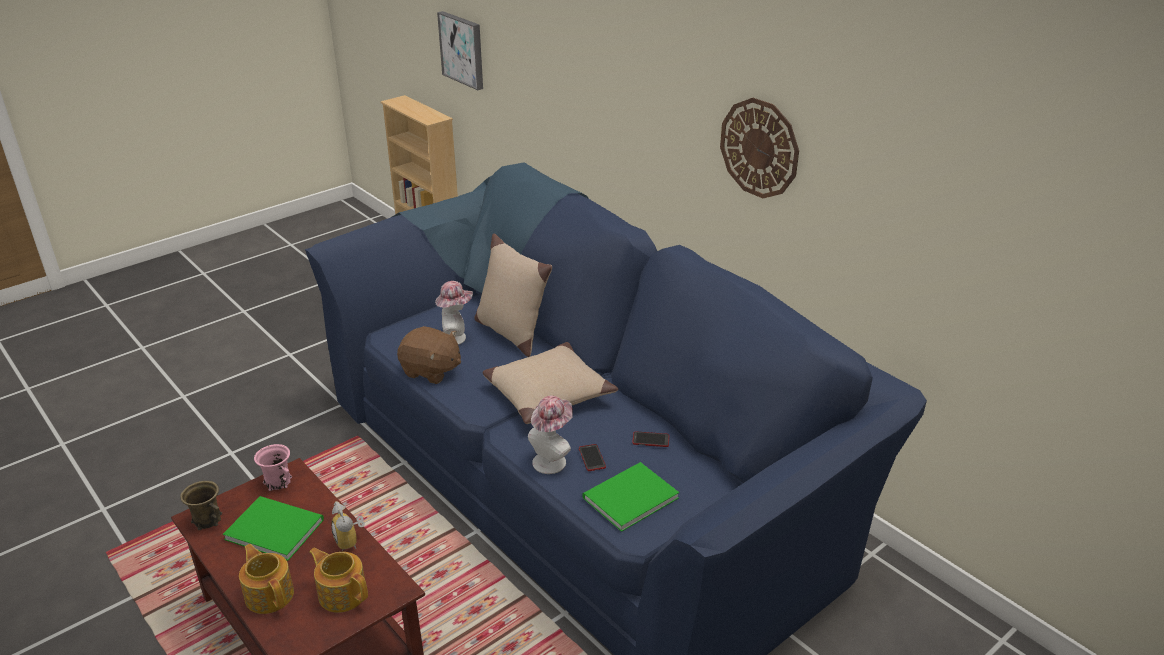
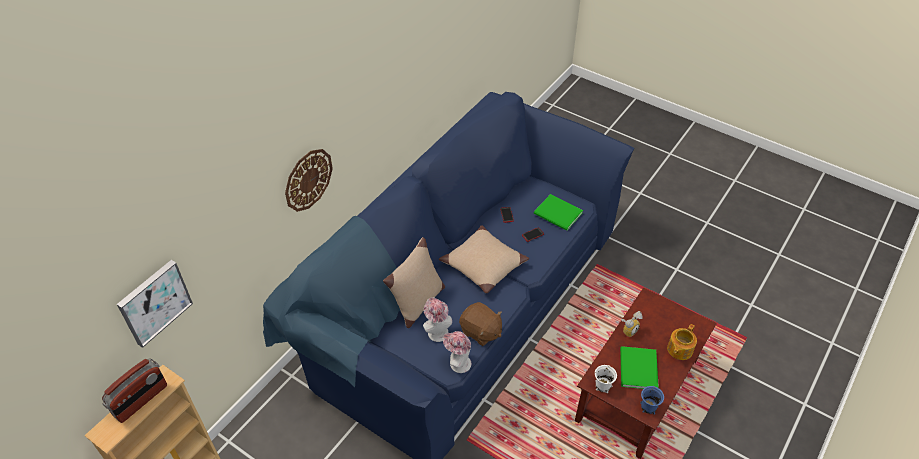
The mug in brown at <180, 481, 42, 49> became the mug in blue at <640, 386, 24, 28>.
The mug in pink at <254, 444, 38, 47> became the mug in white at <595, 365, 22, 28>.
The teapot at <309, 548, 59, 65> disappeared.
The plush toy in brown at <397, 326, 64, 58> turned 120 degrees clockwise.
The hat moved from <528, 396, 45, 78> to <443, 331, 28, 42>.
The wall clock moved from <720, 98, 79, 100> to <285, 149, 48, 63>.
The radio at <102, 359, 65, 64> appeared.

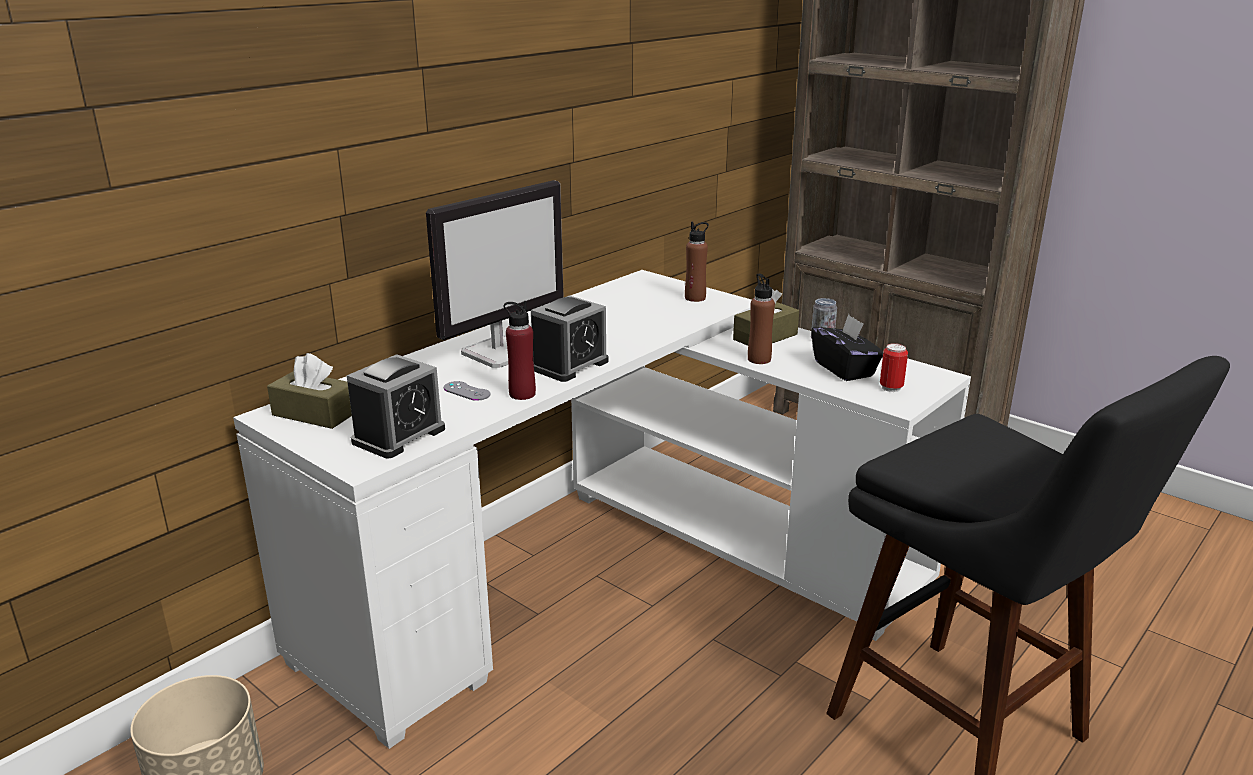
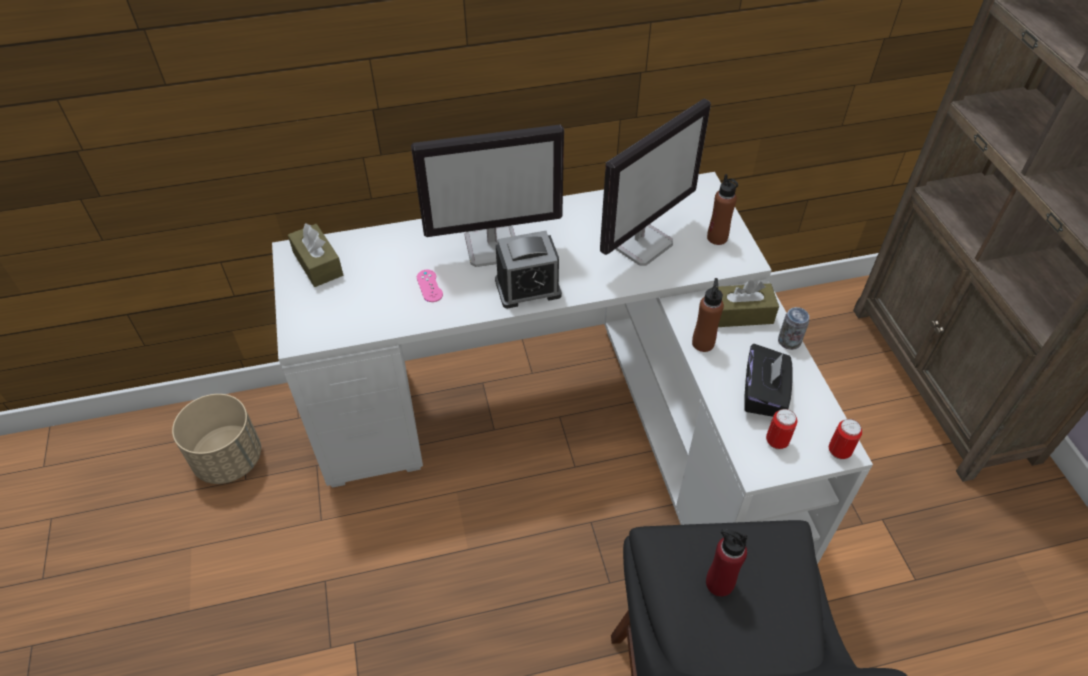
The alarm clock at <347, 354, 98, 104> disappeared.
The game controller in grey at <444, 381, 46, 20> became the game controller in pink at <417, 270, 26, 32>.
The bottle in red moved from <504, 301, 32, 99> to <706, 529, 42, 68>.
The monitor at <600, 98, 111, 168> appeared.
The can at <829, 419, 33, 41> appeared.

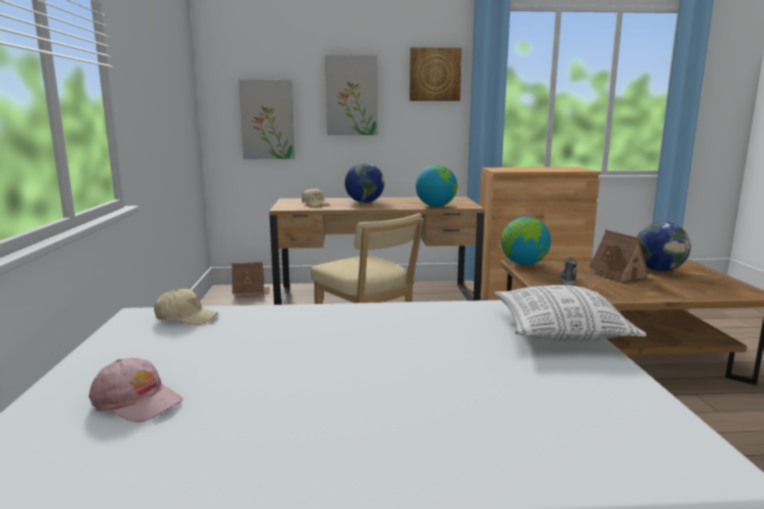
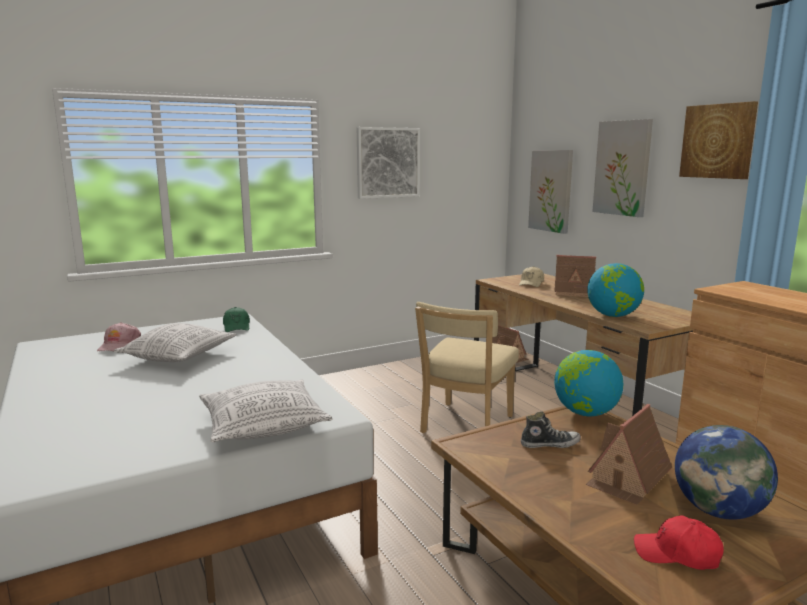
The cap in beige at <154, 289, 64, 36> became the cap in green at <223, 307, 27, 25>.
The globe at <345, 163, 40, 40> was replaced by the toy house at <554, 255, 42, 42>.
The pillow at <114, 323, 122, 39> appeared.
The picture at <357, 127, 63, 72> appeared.
The cap in red at <634, 515, 90, 55> appeared.

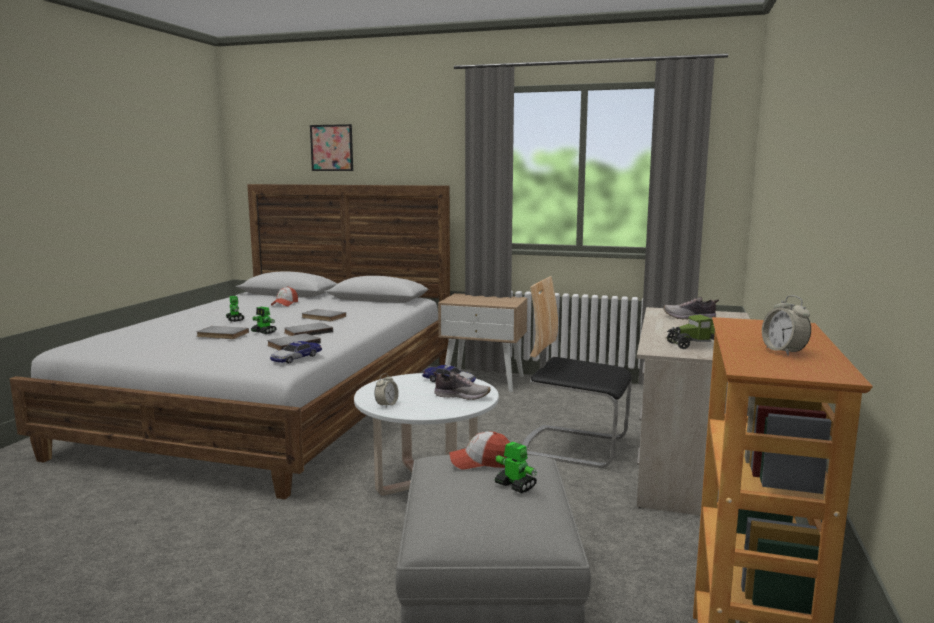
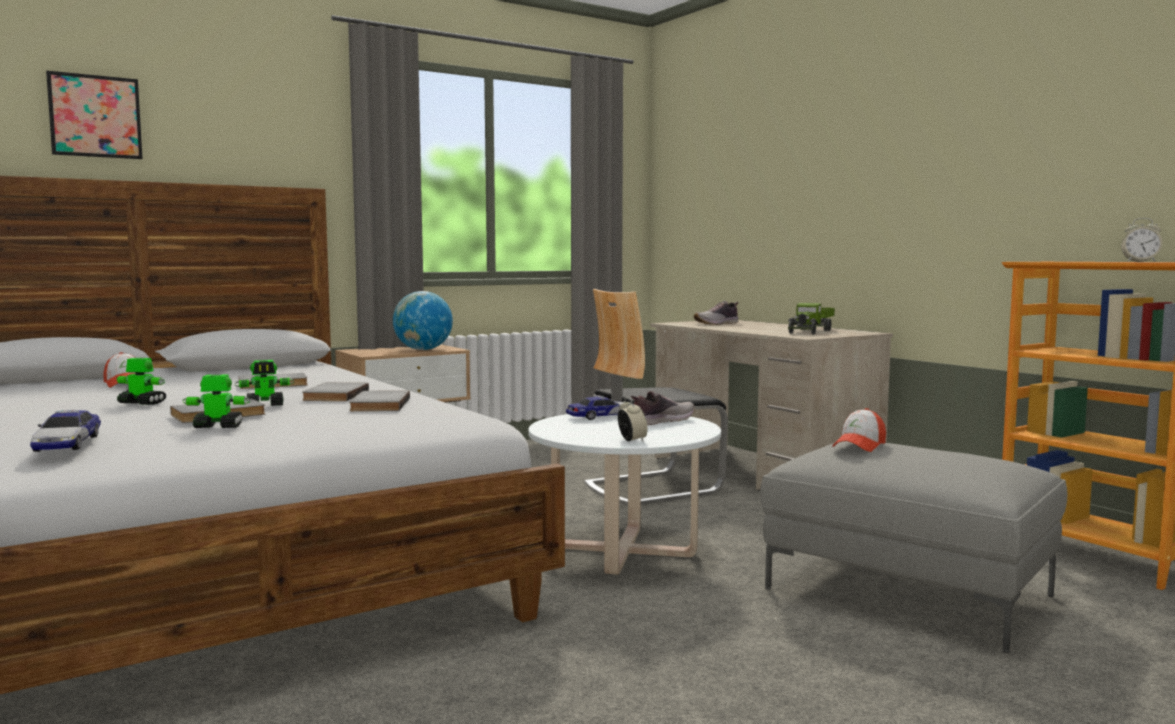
The toy car moved from <270, 341, 52, 23> to <30, 410, 71, 42>.
The toy robot moved from <495, 442, 42, 51> to <182, 374, 69, 54>.
The globe at <393, 291, 60, 59> appeared.

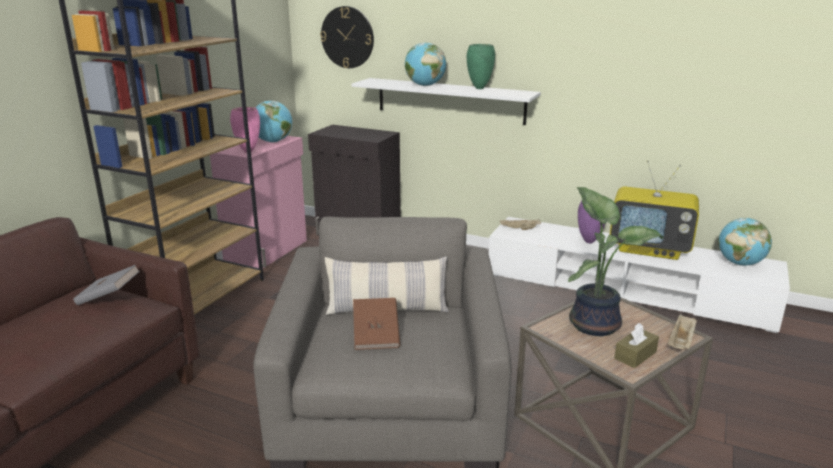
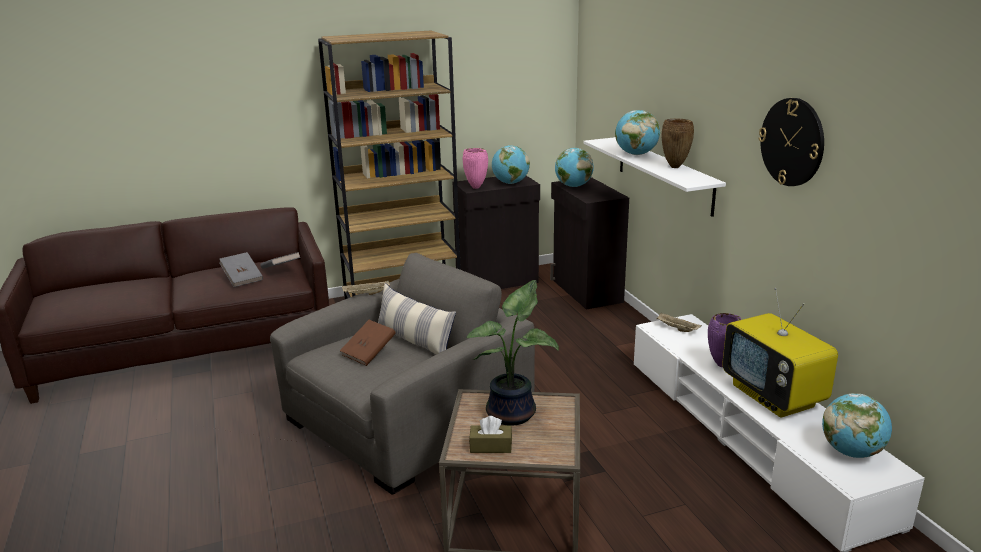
The cabinet in pink at <210, 136, 97, 132> became the cabinet in black at <452, 176, 88, 113>.
The wall clock moved from <320, 6, 54, 62> to <759, 98, 65, 88>.
The vase in green at <466, 44, 29, 45> became the vase in brown at <662, 119, 32, 49>.
The tray in beige moved from <668, 314, 29, 35> to <342, 280, 48, 15>.
The book in grey at <219, 252, 44, 35> appeared.
The globe at <555, 148, 39, 39> appeared.

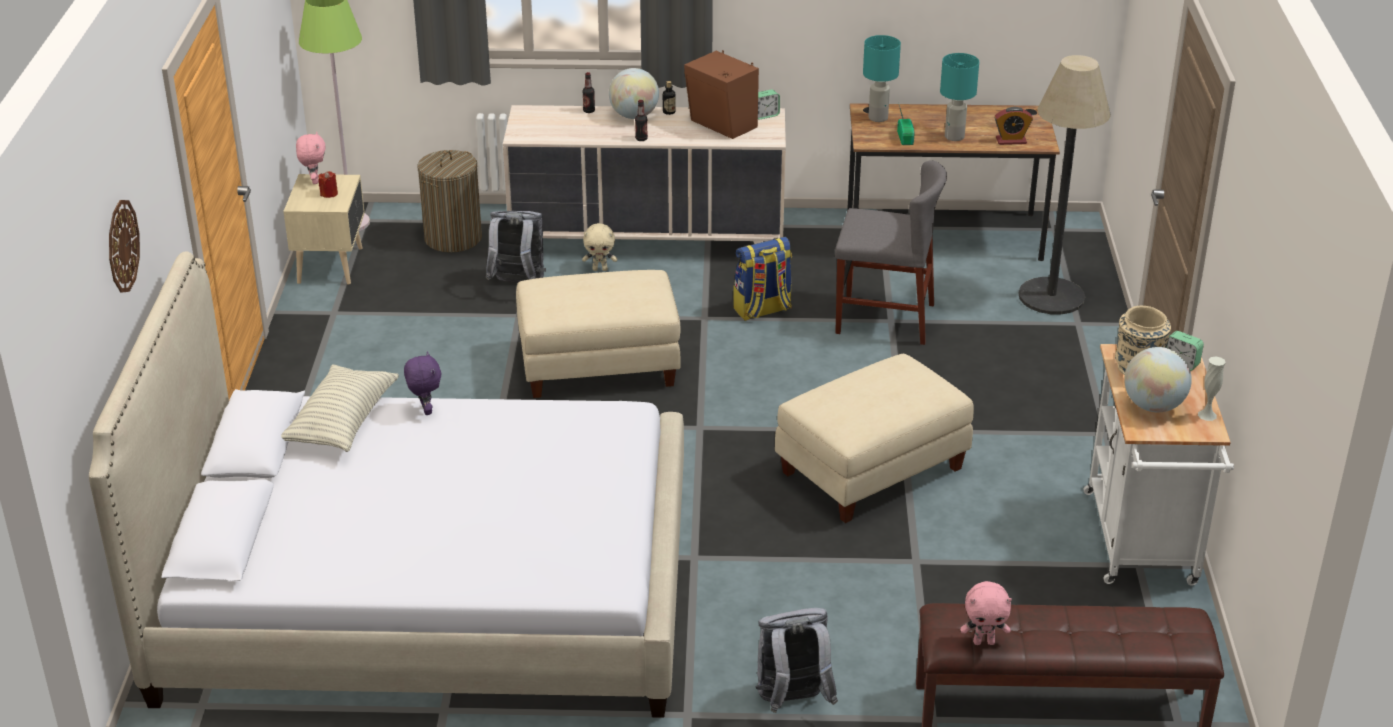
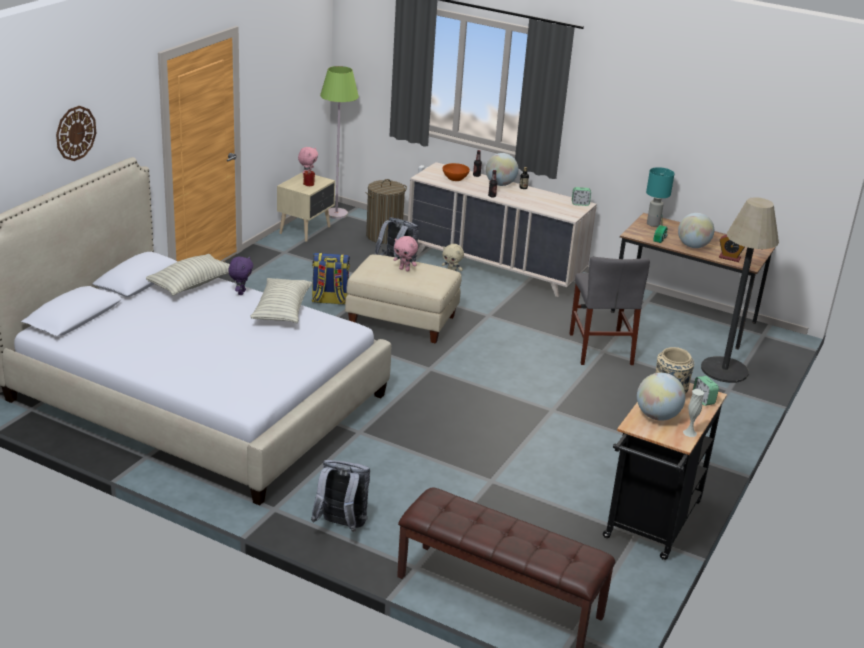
The speaker in brown at <684, 50, 75, 89> disappeared.
The backpack moved from <733, 237, 59, 84> to <312, 253, 38, 51>.
The ottoman in beige at <775, 354, 199, 169> disappeared.
The chair in grey at <835, 160, 112, 185> turned 45 degrees clockwise.
The table lamp in turquoise at <940, 53, 39, 88> was replaced by the globe at <678, 213, 36, 35>.
The plush toy in pink moved from <960, 581, 52, 64> to <394, 236, 24, 35>.
The cart in white at <1083, 344, 151, 241> became the cart in black at <603, 383, 124, 177>.
The pillow at <250, 278, 62, 45> appeared.
The bowl in orange at <443, 163, 27, 18> appeared.

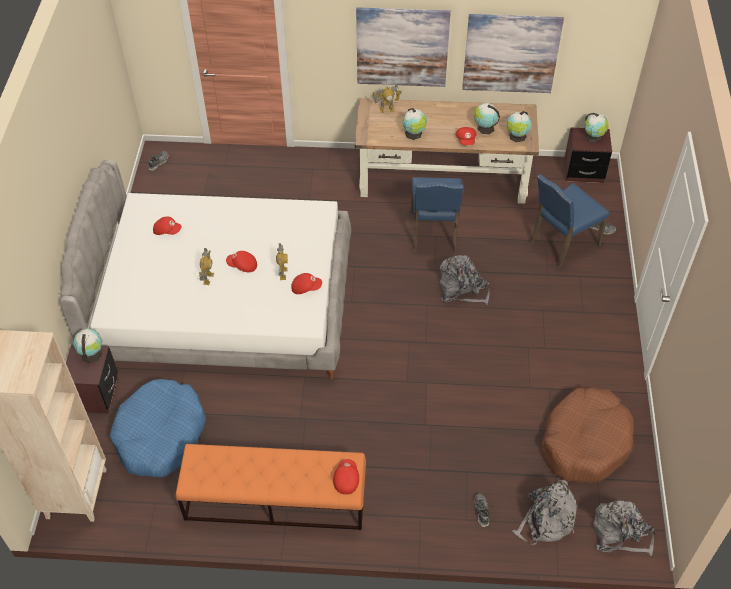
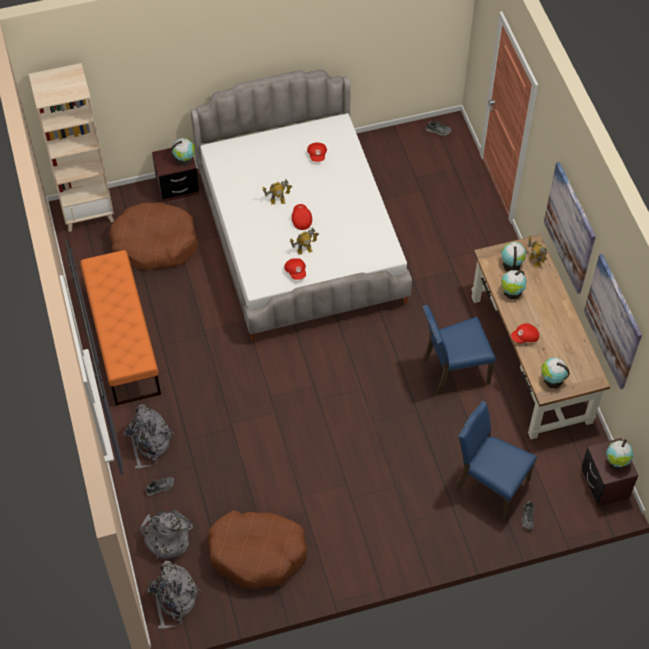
The dog bed in blue at <110, 379, 96, 98> became the dog bed in brown at <109, 202, 89, 68>.
The cap in red at <333, 459, 26, 36> disappeared.
The backpack in grey moved from <440, 255, 50, 50> to <124, 404, 50, 65>.
The globe moved from <474, 103, 26, 31> to <502, 242, 24, 29>.

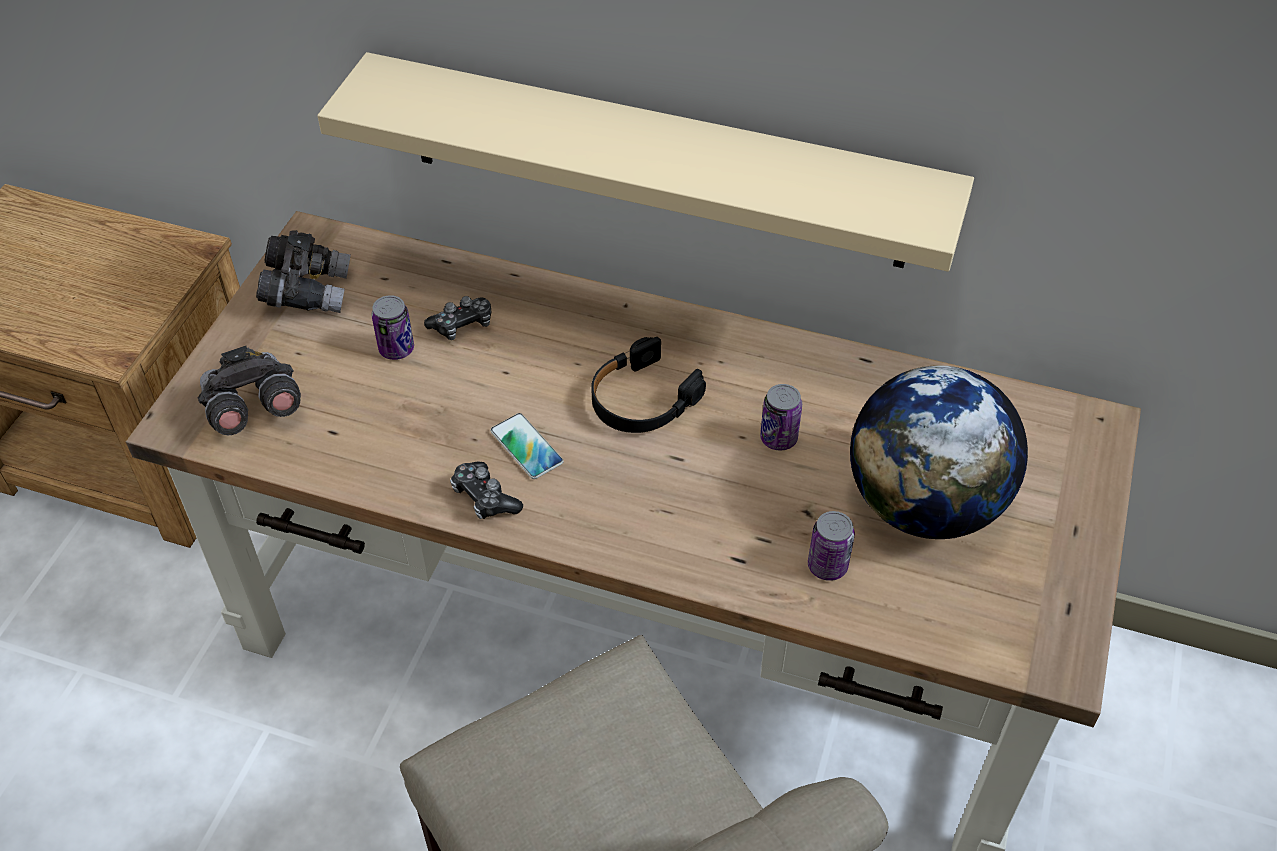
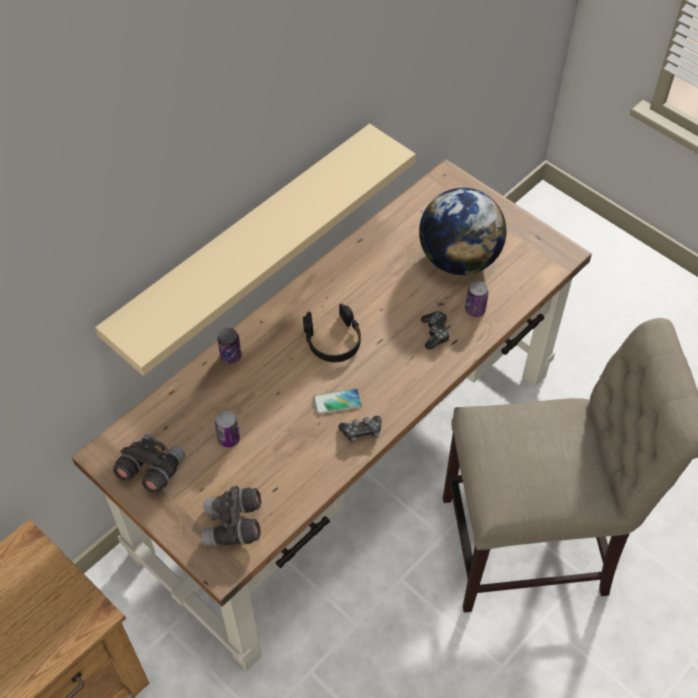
The game controller moved from <424, 296, 67, 44> to <421, 311, 29, 39>.
The can moved from <760, 384, 42, 66> to <218, 328, 23, 36>.

